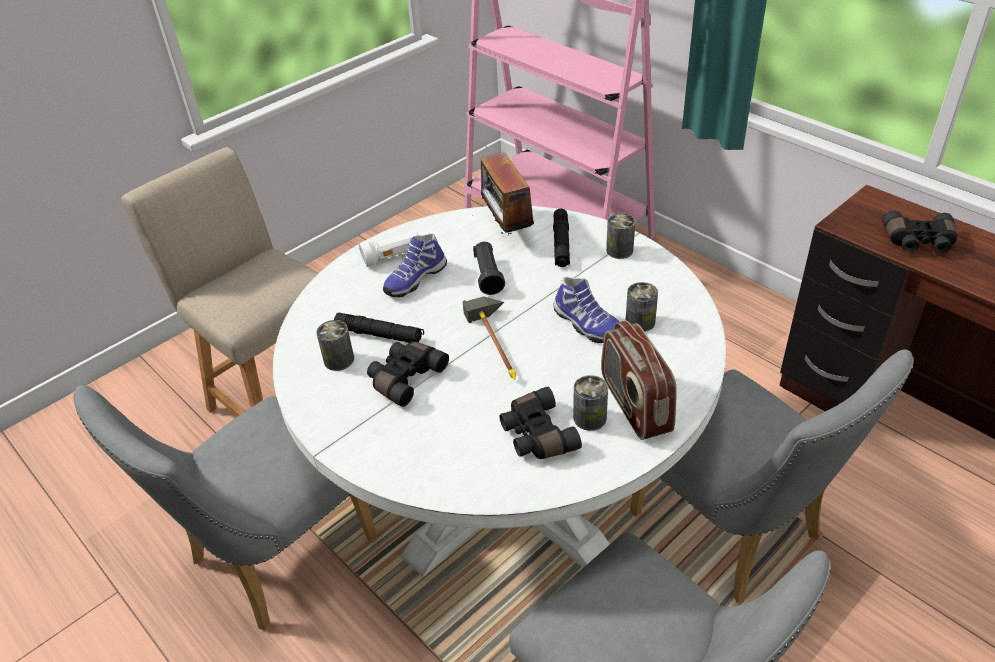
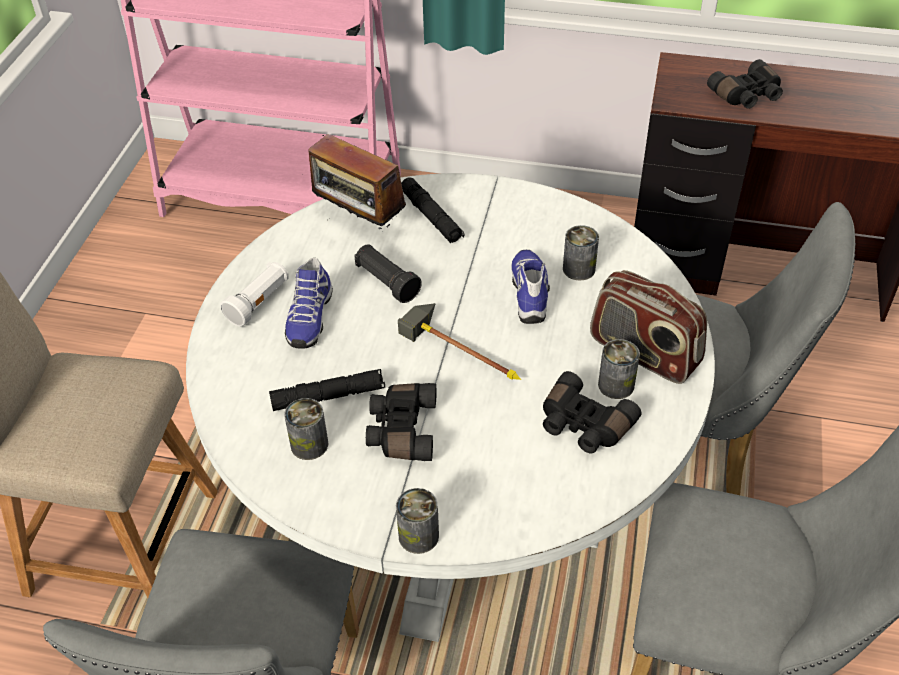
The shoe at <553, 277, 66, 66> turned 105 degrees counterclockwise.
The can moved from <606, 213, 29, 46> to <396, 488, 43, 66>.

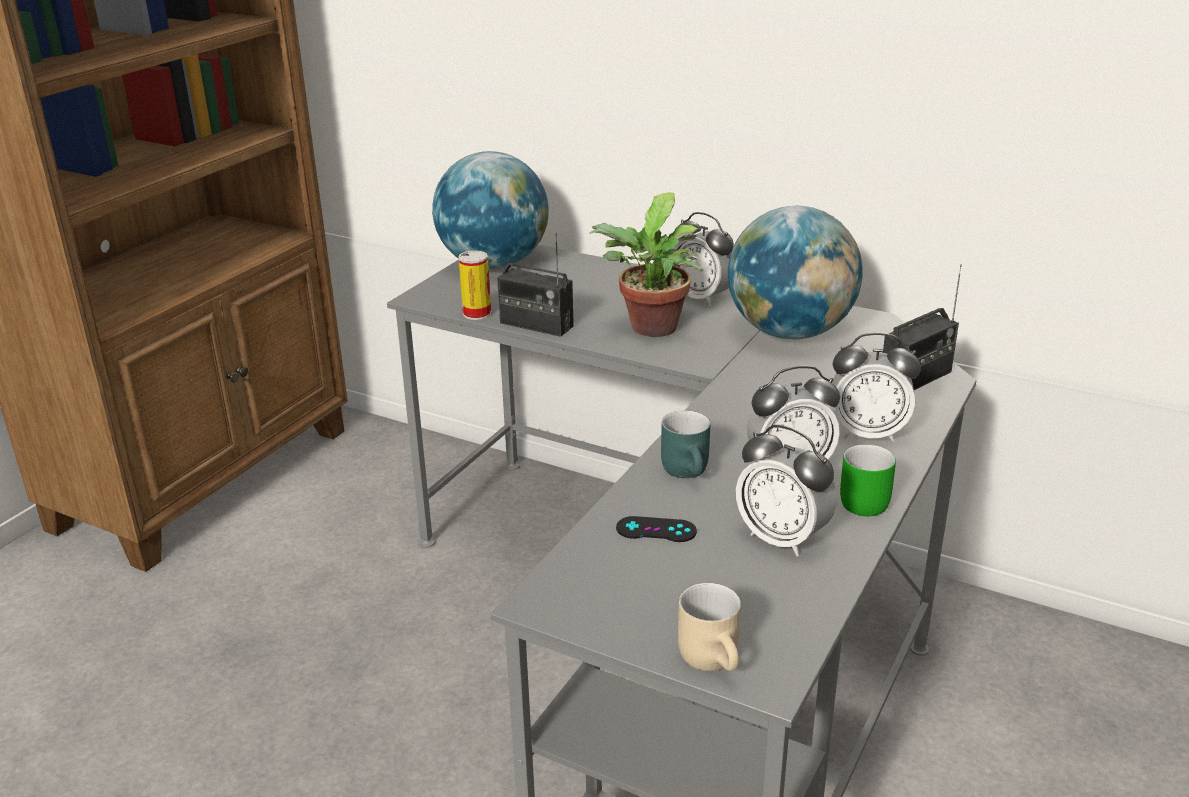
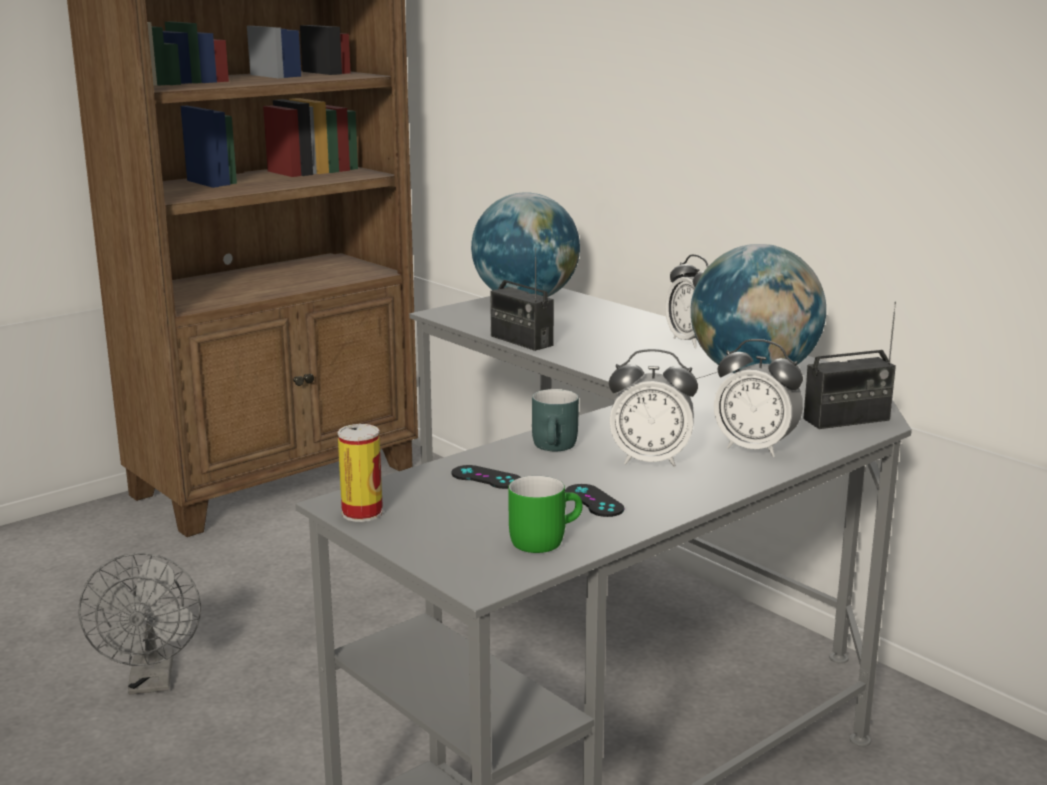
The can moved from <458, 250, 33, 70> to <338, 424, 45, 98>.
The potted plant at <589, 192, 114, 145> disappeared.
The mug in beige at <678, 583, 63, 88> disappeared.
The alarm clock at <736, 425, 101, 131> was replaced by the game controller in black at <565, 484, 59, 33>.
The mug in green moved from <840, 444, 56, 72> to <508, 476, 75, 77>.
The fan in grey at <78, 553, 123, 141> appeared.

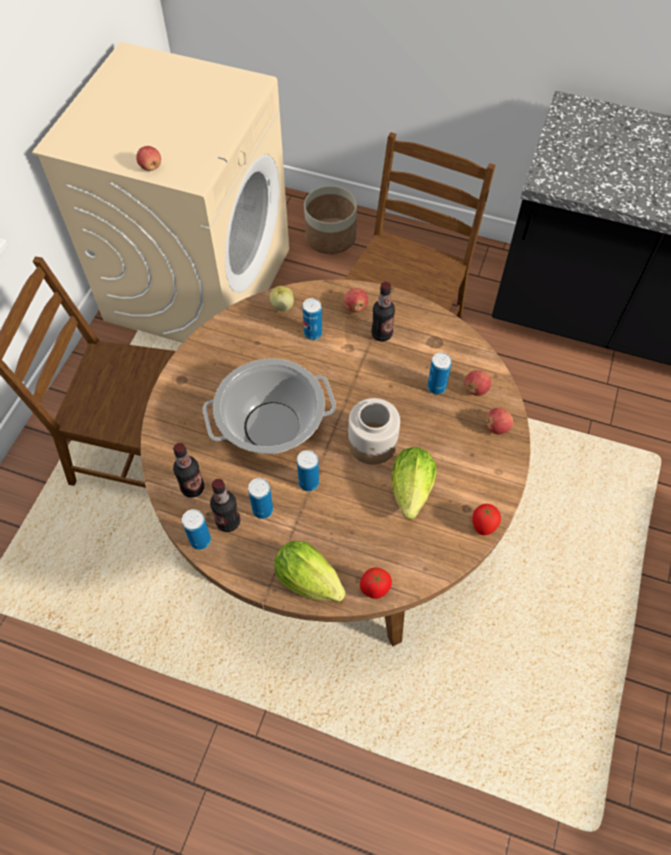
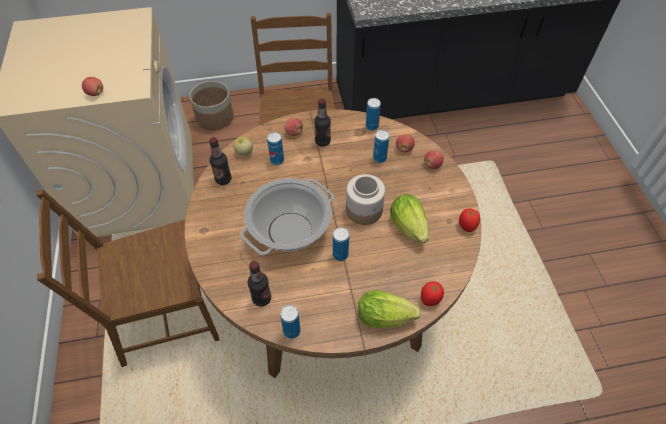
The bottle moved from <210, 479, 30, 53> to <209, 137, 22, 48>.
The can moved from <248, 478, 25, 41> to <366, 98, 15, 33>.

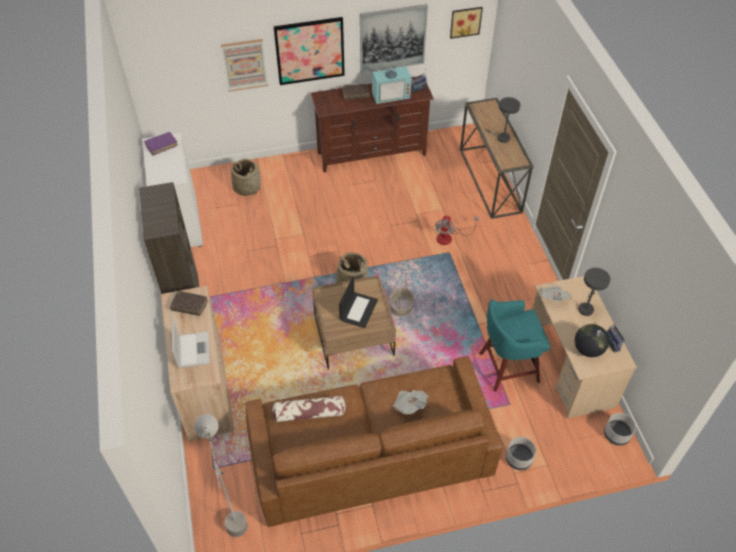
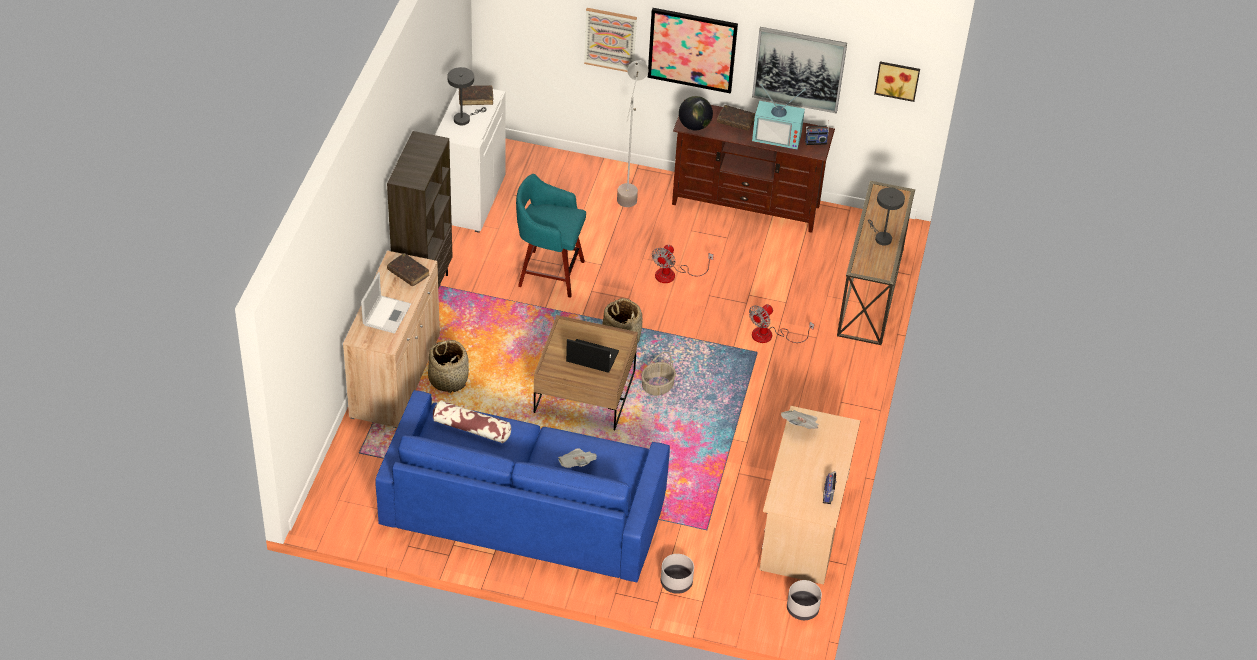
The book in purple at <144, 132, 34, 24> became the book in brown at <459, 85, 34, 20>.
The floor lamp in grey moved from <194, 414, 54, 123> to <617, 60, 32, 147>.
The basket moved from <231, 159, 29, 37> to <428, 340, 41, 53>.
The sofa in brown at <245, 356, 257, 171> became the sofa in blue at <376, 390, 294, 192>.
The laptop at <339, 277, 39, 51> turned 120 degrees counterclockwise.
The stool in turquoise moved from <479, 299, 71, 93> to <516, 174, 70, 124>.
The globe moved from <575, 324, 34, 33> to <679, 96, 34, 34>.
The table lamp in grey moved from <579, 268, 31, 48> to <447, 67, 39, 58>.
The fan at <652, 245, 62, 38> appeared.

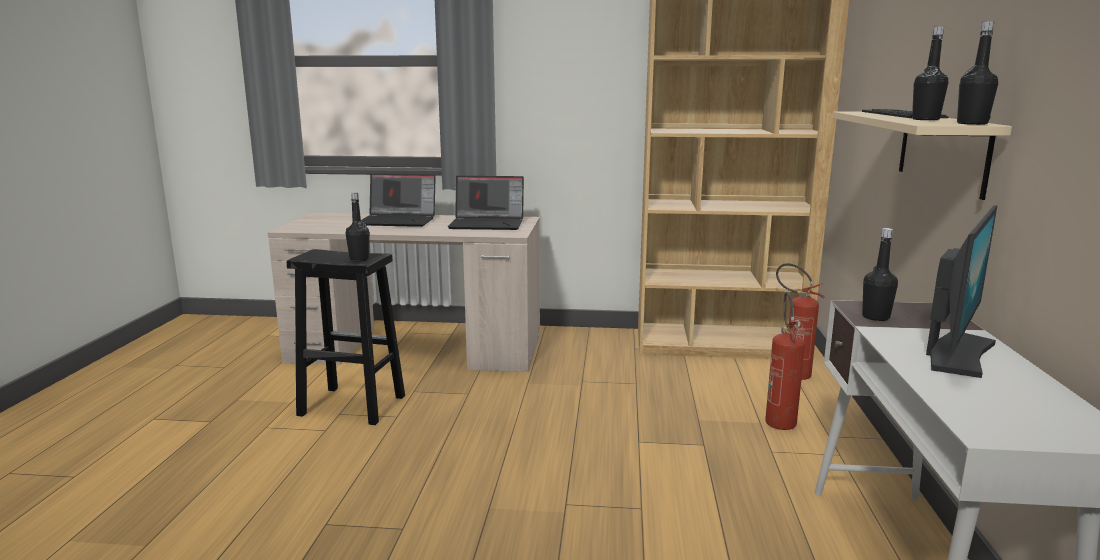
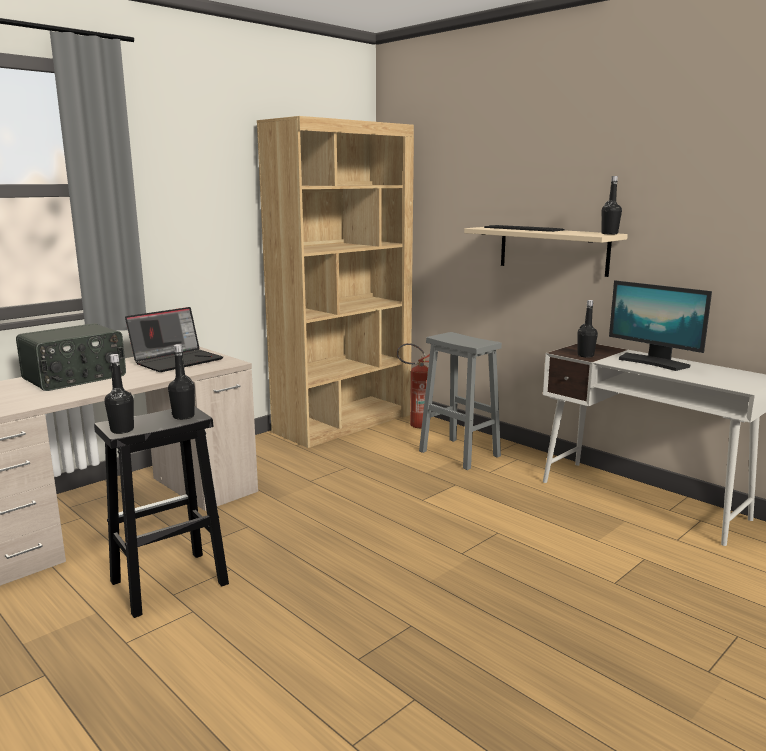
The laptop at <361, 173, 75, 54> was replaced by the radio at <16, 323, 110, 68>.
The fire extinguisher at <765, 292, 40, 138> was replaced by the stool in grey at <419, 332, 83, 138>.
The bottle in black moved from <912, 26, 36, 94> to <105, 354, 29, 80>.
The monitor at <926, 205, 71, 173> turned 150 degrees clockwise.

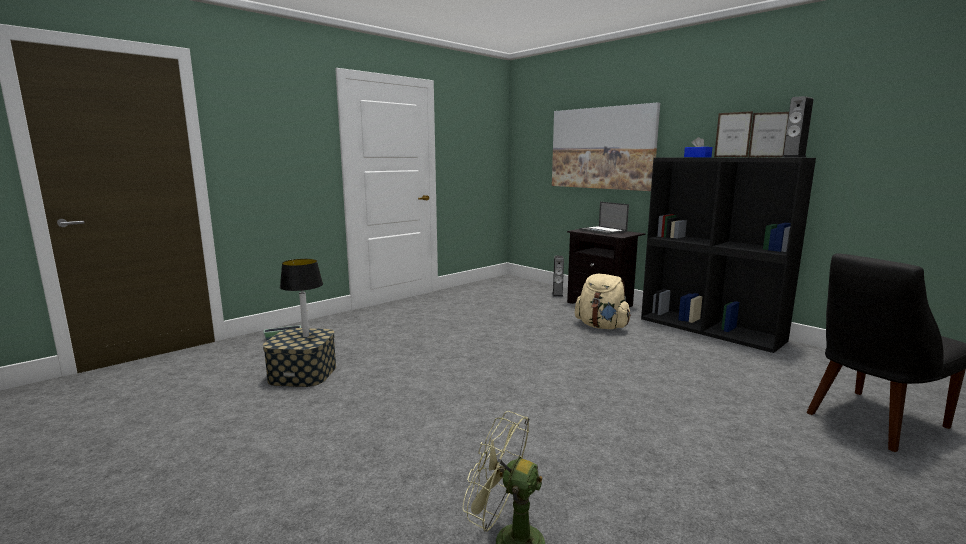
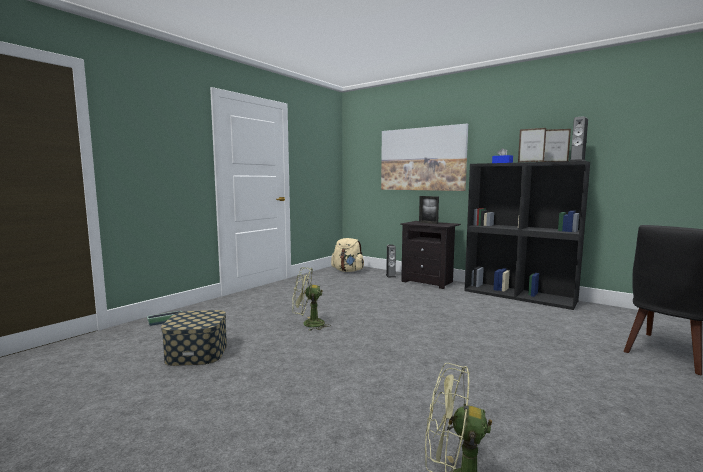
The table lamp at <280, 259, 43, 79> disappeared.
The backpack in beige moved from <575, 274, 56, 55> to <331, 238, 33, 34>.
The laptop at <579, 202, 50, 33> was replaced by the picture frame at <419, 196, 20, 28>.
The fan in green at <292, 267, 39, 64> appeared.

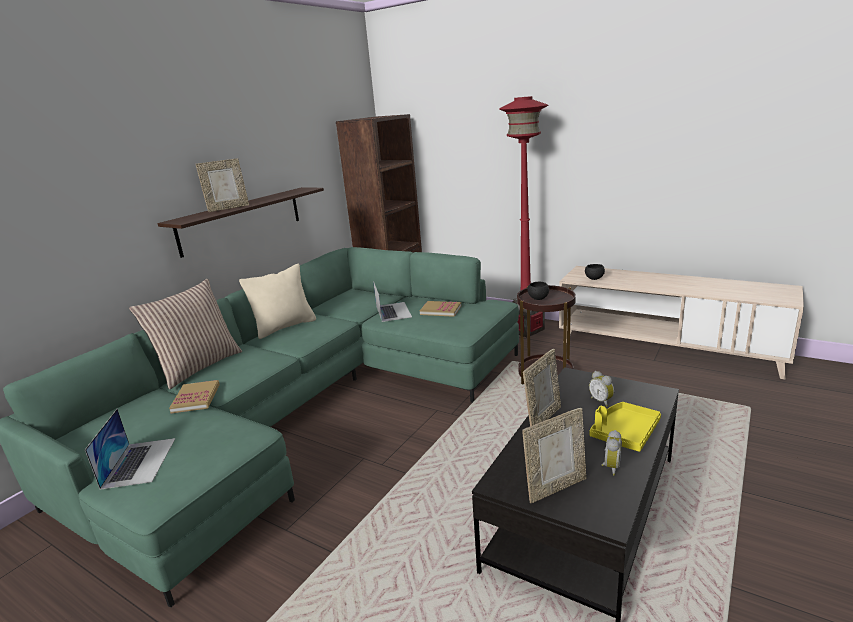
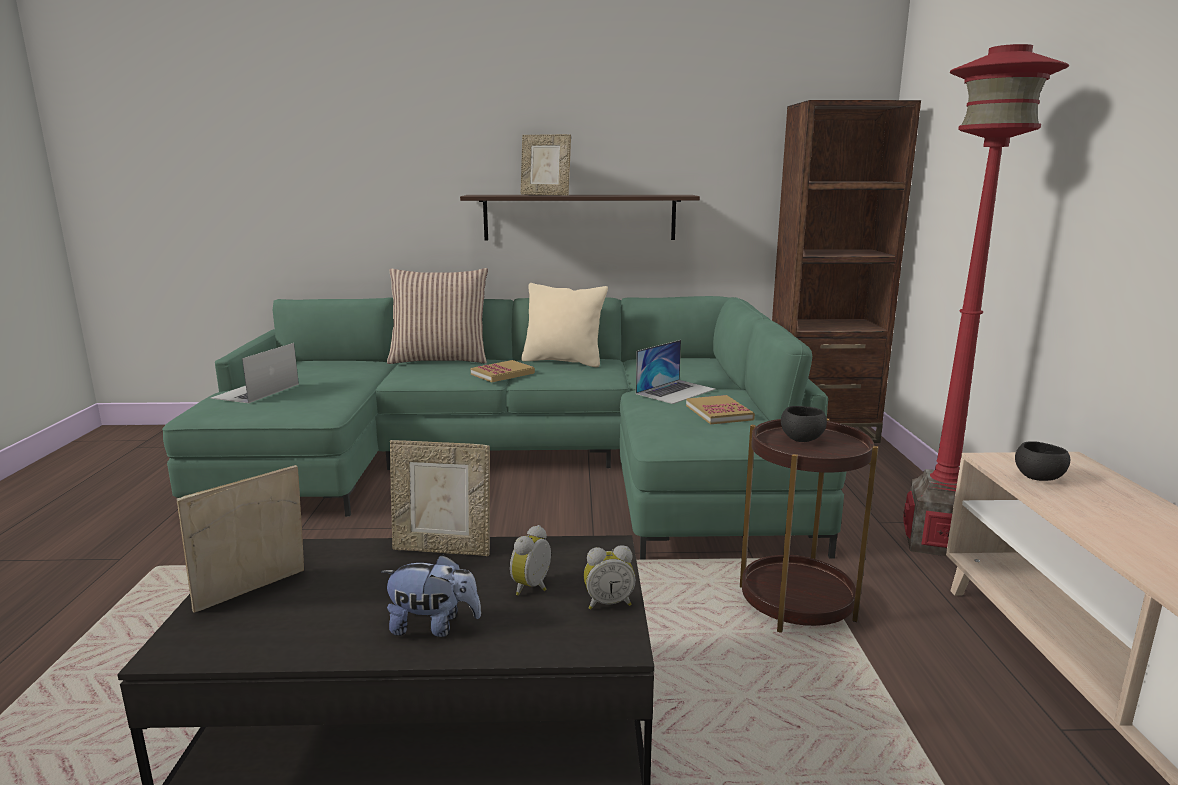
The laptop at <85, 409, 90, 81> turned 150 degrees clockwise.
The book moved from <169, 380, 51, 33> to <471, 360, 64, 22>.
The picture frame at <522, 408, 65, 95> turned 105 degrees clockwise.
The tray in yellow at <589, 402, 72, 50> was replaced by the plush toy at <381, 554, 100, 83>.
The alarm clock moved from <602, 430, 20, 46> to <584, 545, 52, 64>.

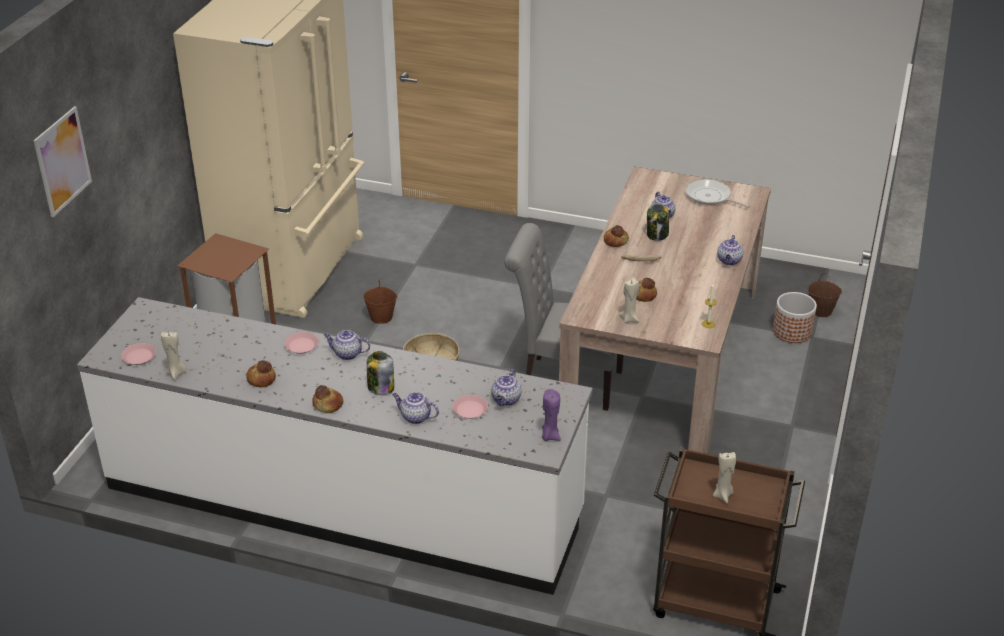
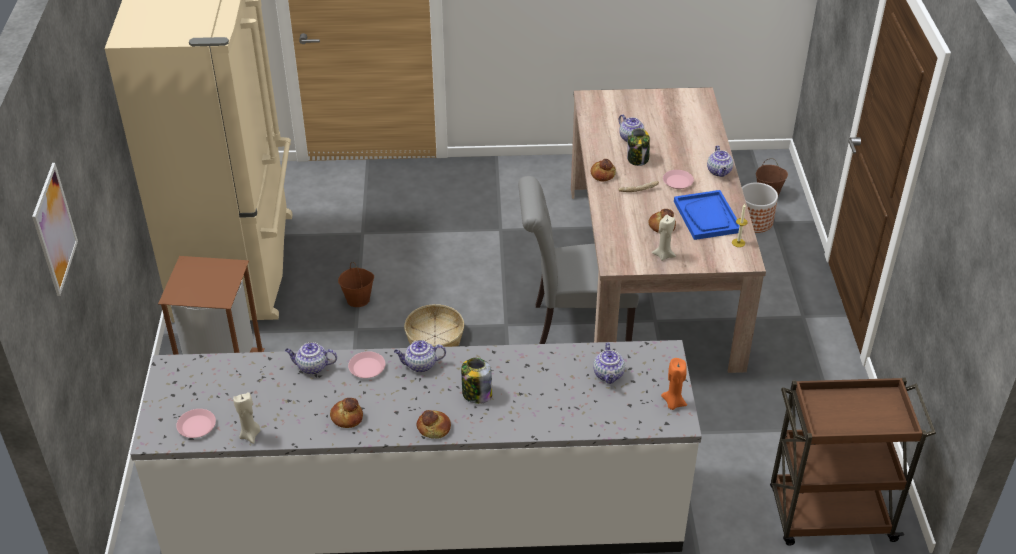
The teapot moved from <392, 392, 47, 32> to <285, 342, 52, 33>.
The plate in pink moved from <452, 395, 36, 24> to <663, 170, 31, 19>.
The candle in purple at <542, 389, 19, 52> became the candle in orange at <661, 358, 26, 52>.
The frying pan at <686, 179, 65, 29> disappeared.
The candle in beige at <713, 452, 23, 51> disappeared.
The tray in blue at <674, 190, 66, 50> appeared.

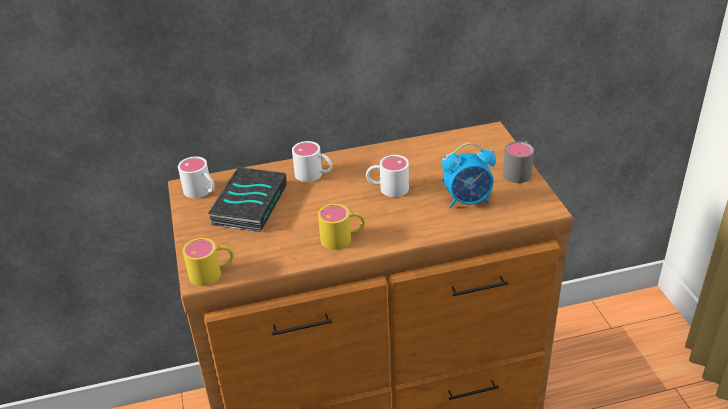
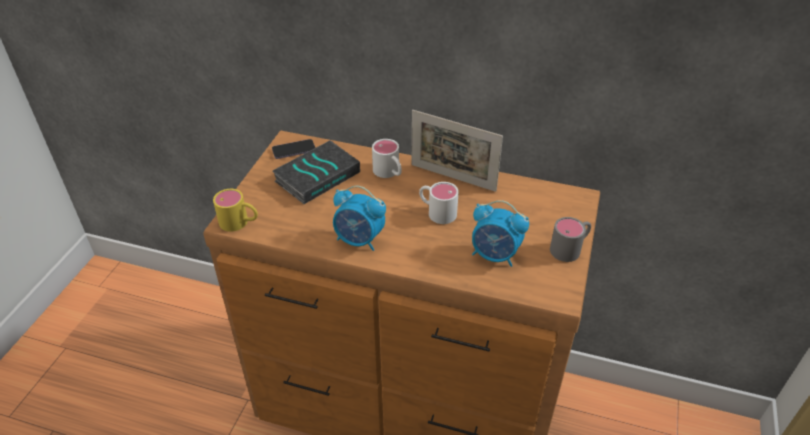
The mug in white at <178, 157, 37, 41> was replaced by the phone at <272, 139, 43, 20>.
The mug in yellow at <318, 204, 47, 46> was replaced by the alarm clock at <333, 186, 53, 65>.
The picture frame at <412, 110, 91, 82> appeared.

